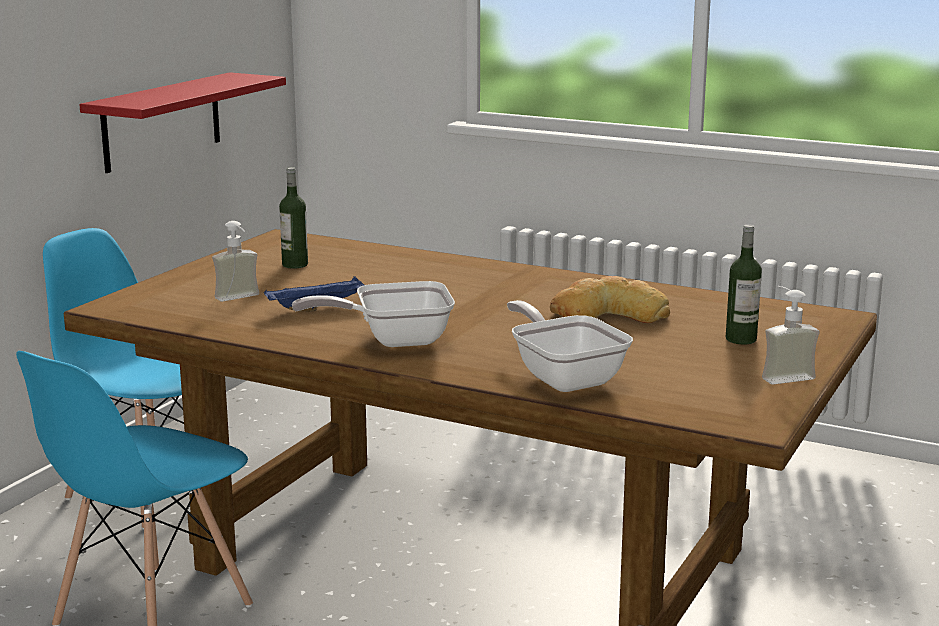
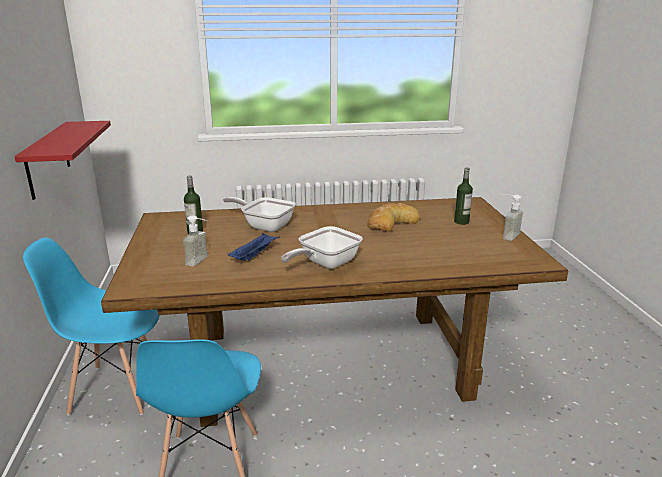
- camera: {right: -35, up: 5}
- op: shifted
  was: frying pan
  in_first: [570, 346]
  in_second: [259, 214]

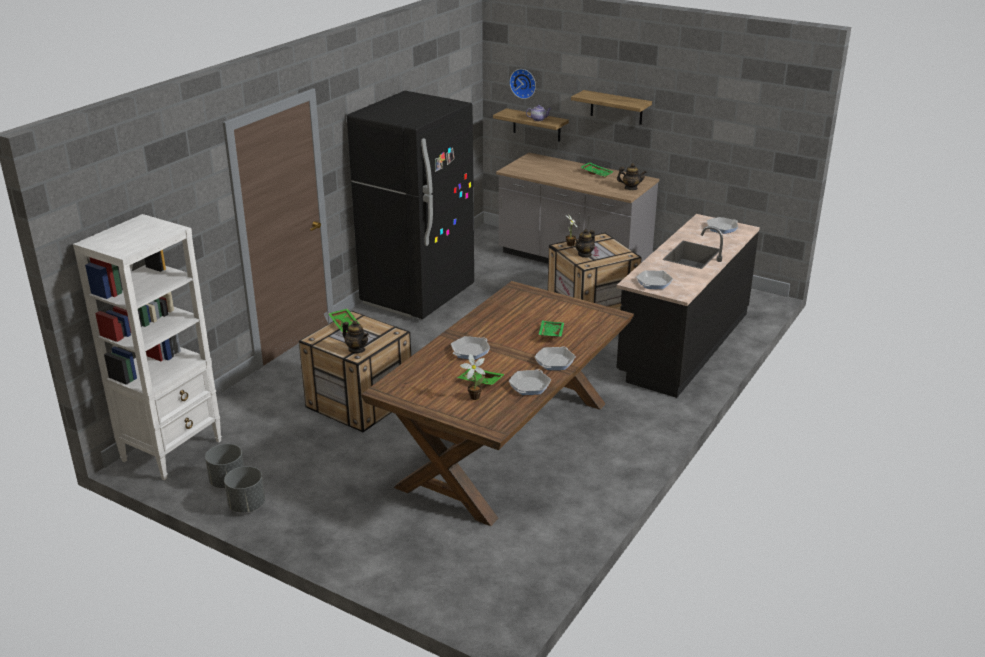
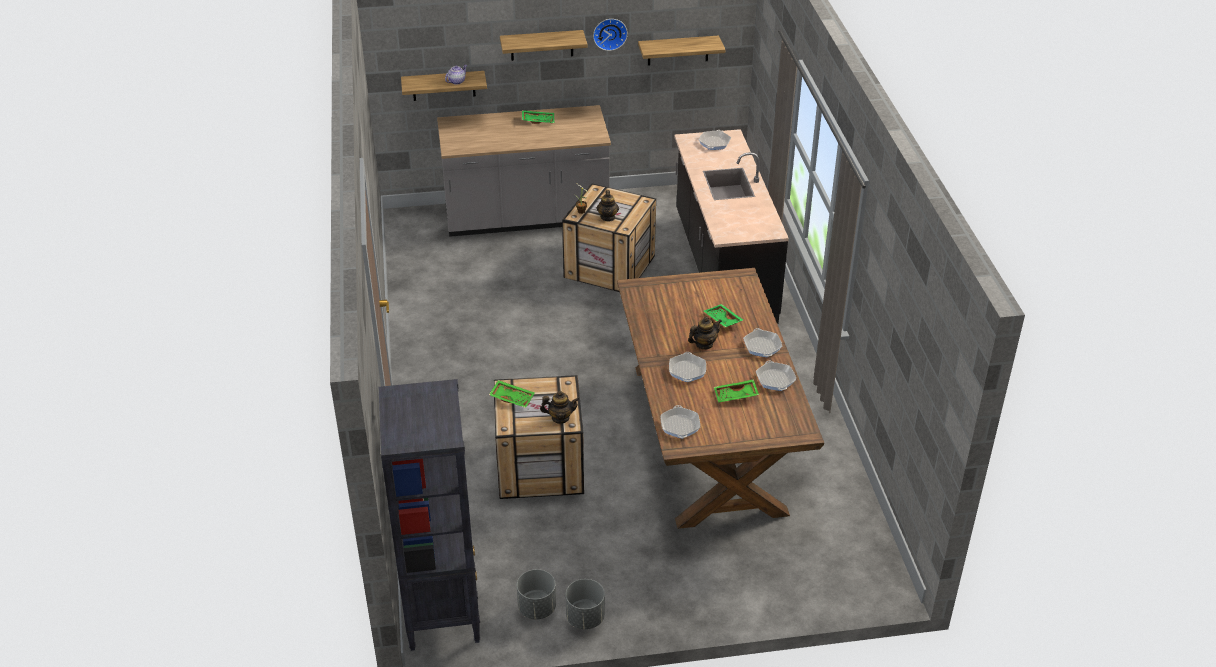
- camera: {right: -40, up: 10}
- op: gone
  was: black fridge
  in_first: [410, 205]
- op: gone
  was: potted plant
  in_first: [472, 377]
- op: new
  now: shelf
  in_second: [681, 50]
- op: shifted
  was: wall clock
  in_first: [523, 84]
  in_second: [610, 35]
- op: shifted
  was: teapot
  in_first: [632, 176]
  in_second: [705, 333]
- op: shifted
  was: frying pan
  in_first: [654, 279]
  in_second: [680, 422]
- op: repainted
  was: white bookcase
  now: black bookcase
  in_first: [147, 347]
  in_second: [429, 515]

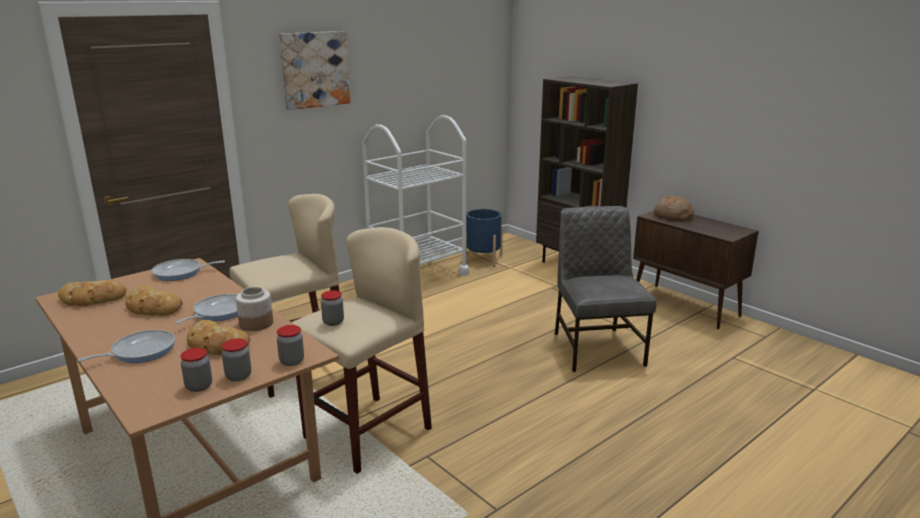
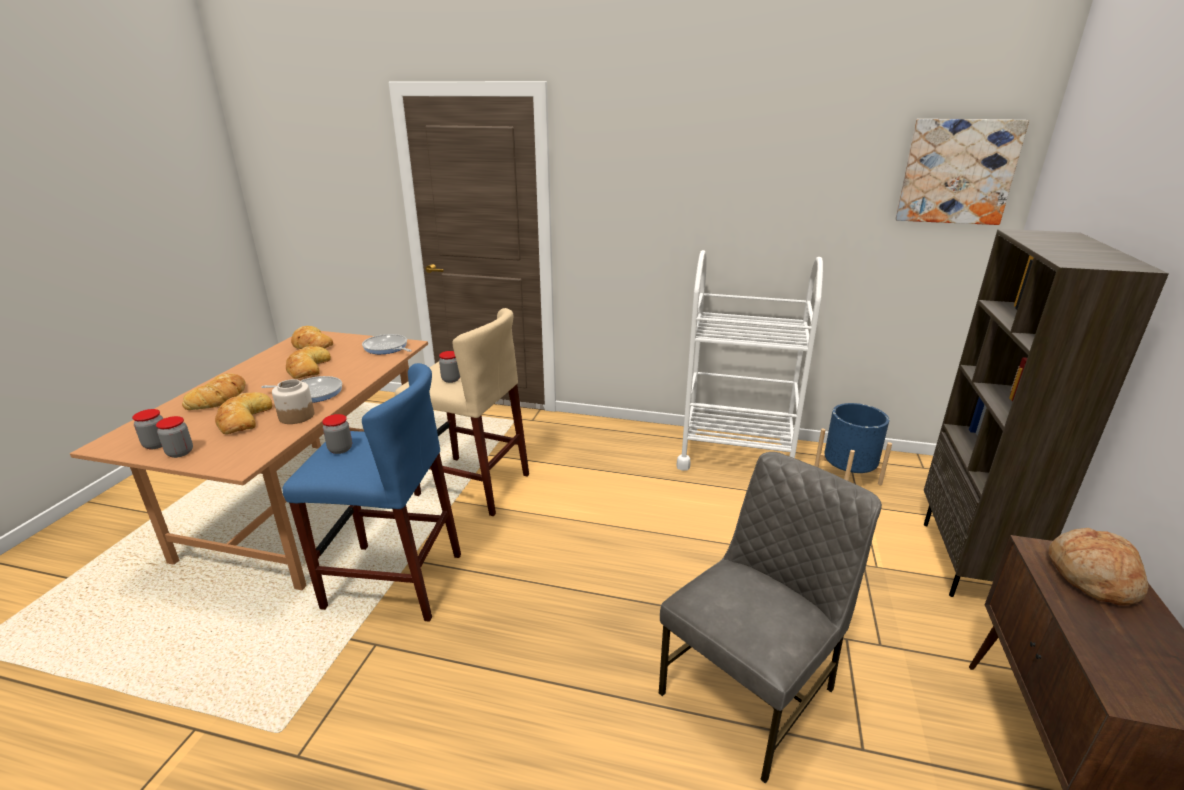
- camera: {right: 55, up: 5}
- op: shifted
  was: jar
  in_first: [290, 345]
  in_second: [449, 367]
- op: shifted
  was: picture
  in_first: [314, 70]
  in_second: [962, 172]
- op: swapped
  was: frying pan
  now: bread
  in_first: [126, 346]
  in_second: [214, 391]
- op: repainted
  was: beige stool
  now: blue stool
  in_first: [362, 350]
  in_second: [371, 492]

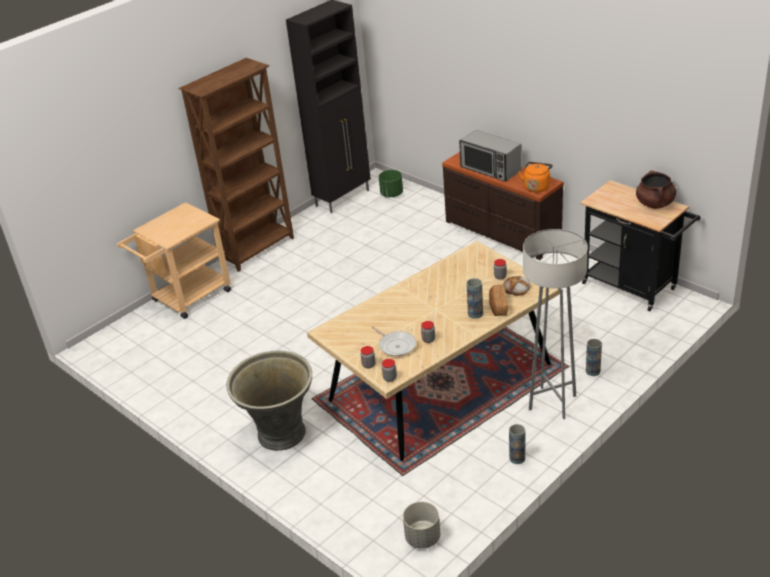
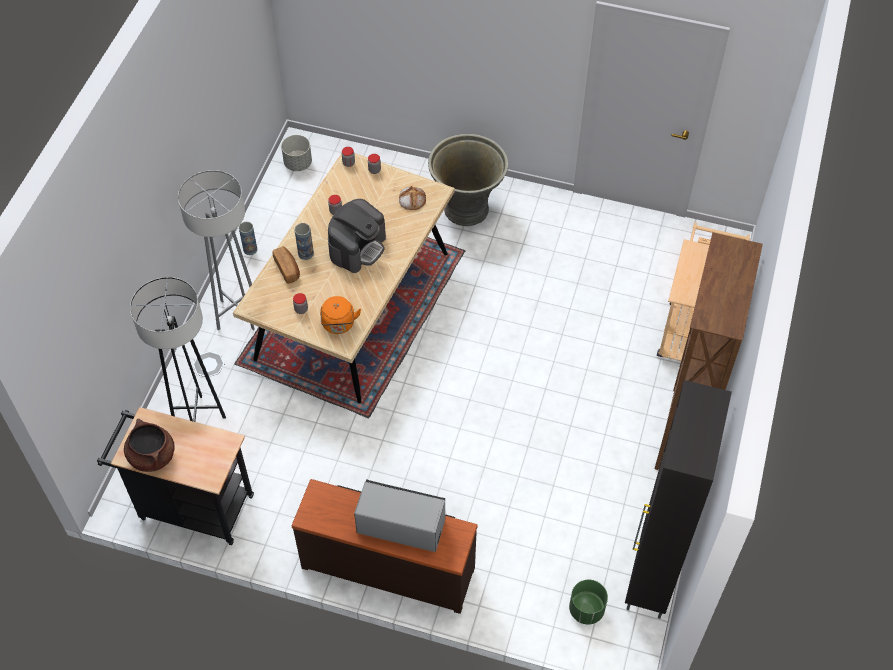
- camera: {right: 150, up: 20}
- op: gone
  was: frying pan
  in_first: [394, 341]
- op: new
  now: grey floor lamp
  in_second: [178, 349]
- op: new
  now: coffee machine
  in_second: [357, 236]
- op: shifted
  was: bread
  in_first: [517, 286]
  in_second: [412, 198]
- op: shifted
  was: orange kettle
  in_first: [535, 177]
  in_second: [340, 315]
- op: swapped
  was: vase
  now: plate
  in_first: [594, 357]
  in_second: [208, 364]

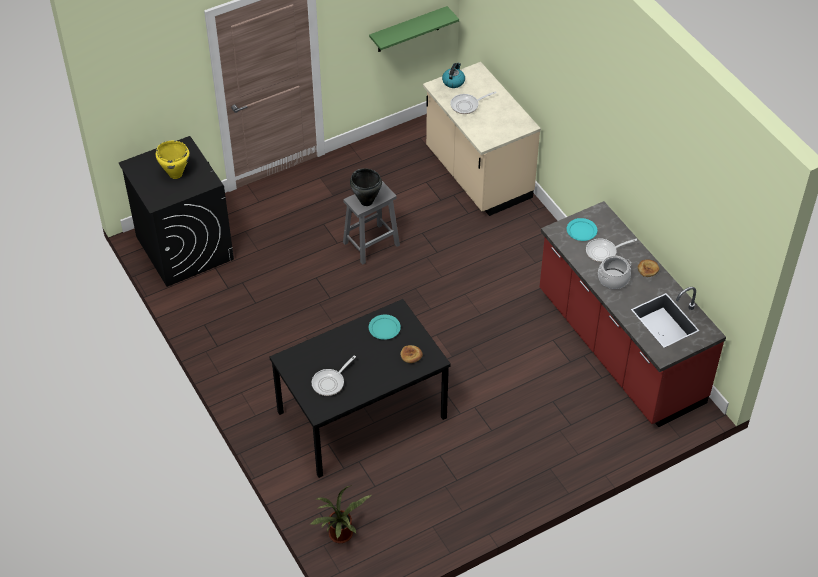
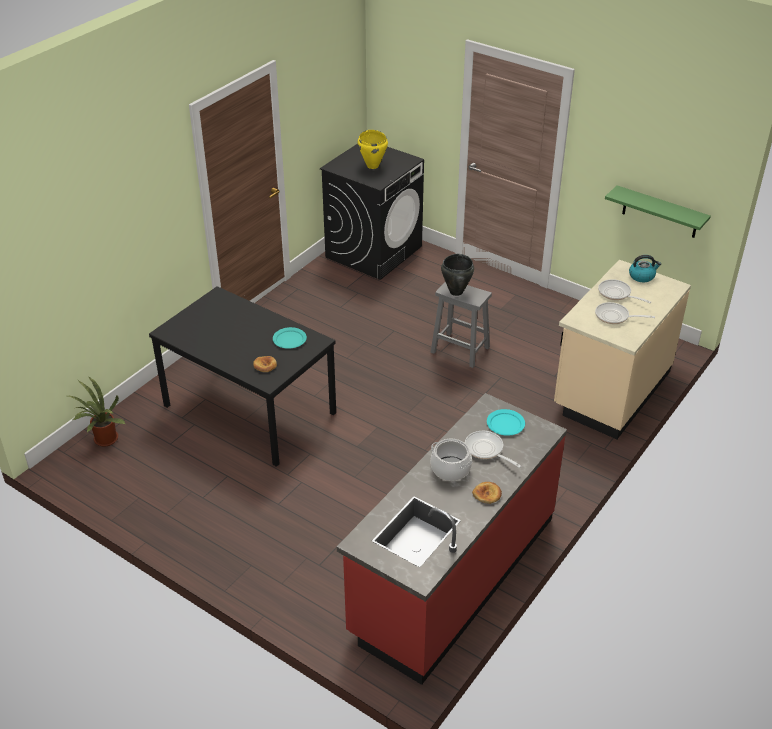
- camera: {right: 65, up: -10}
- op: shifted
  was: frying pan
  in_first: [334, 375]
  in_second: [625, 313]

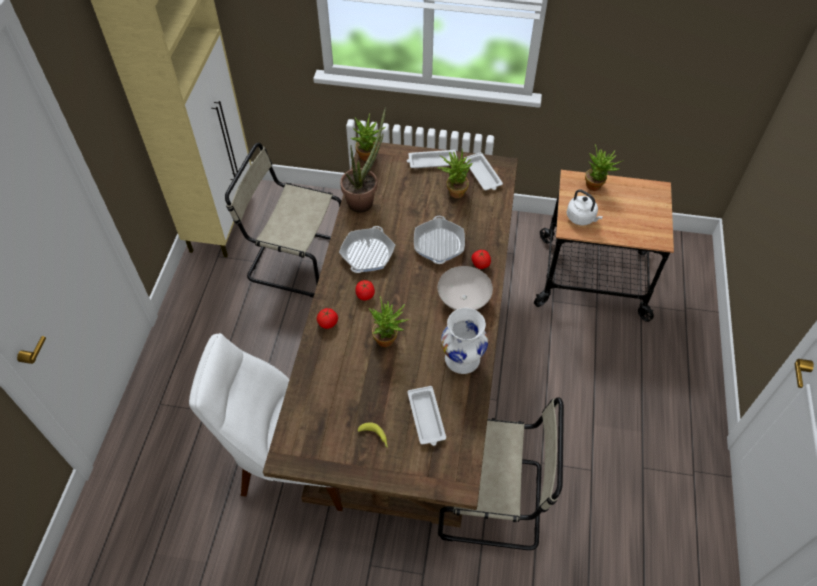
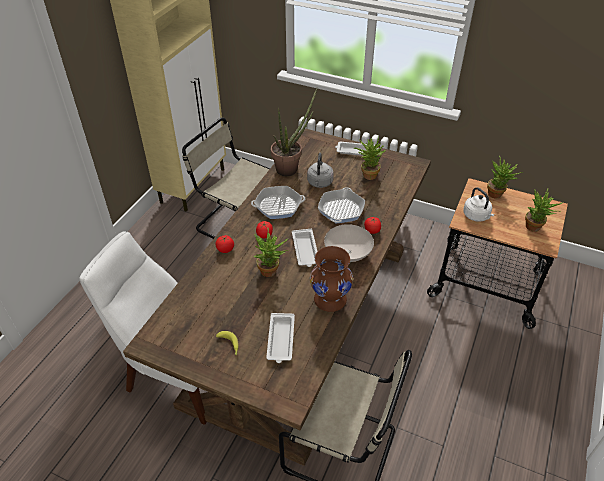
- camera: {right: 15, up: -10}
- op: new
  now: grey kettle
  in_second: [320, 170]
- op: shifted
  was: potted plant
  in_first: [368, 137]
  in_second: [544, 210]
- op: shifted
  was: white tray
  in_first: [483, 171]
  in_second: [305, 248]
- op: repainted
  was: white vase
  now: brown vase
  in_first: [464, 341]
  in_second: [331, 279]
- op: rotated
  was: frying pan
  in_first: [367, 249]
  in_second: [278, 202]
  clockwise: 45

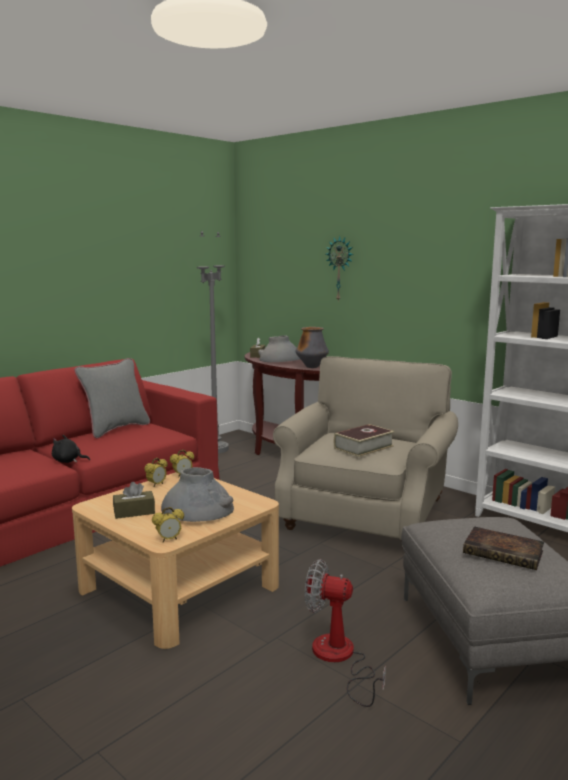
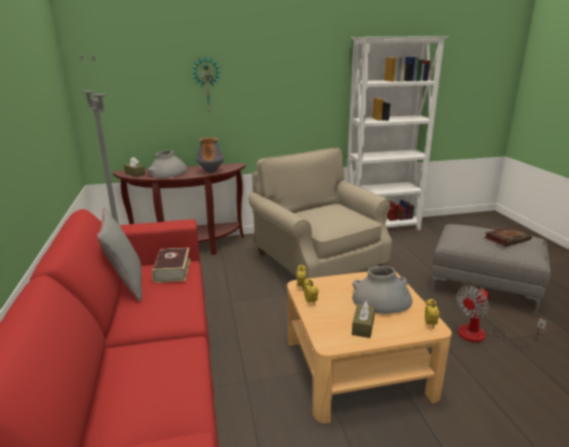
- camera: {right: -55, up: 10}
- op: gone
  was: black plush toy
  in_first: [71, 449]
- op: shifted
  was: book
  in_first: [364, 440]
  in_second: [171, 265]

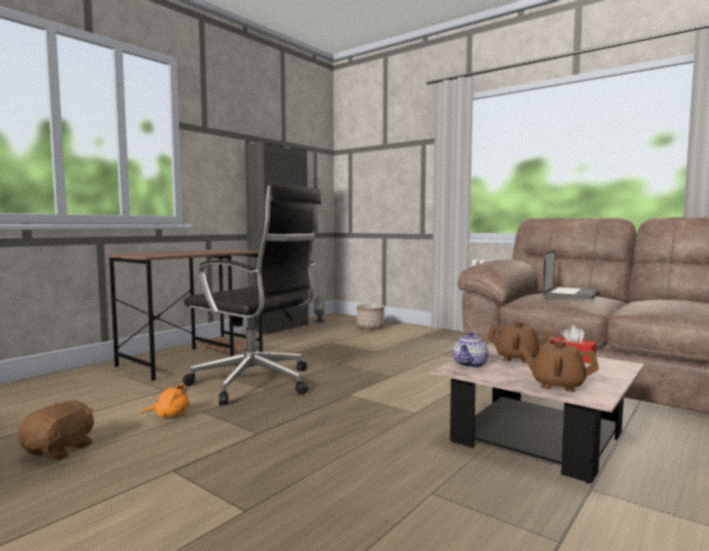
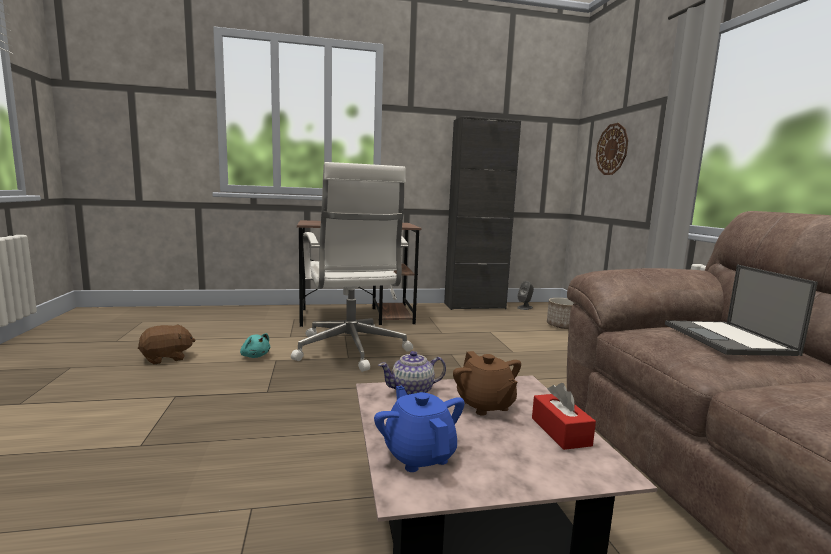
- camera: {right: 40, up: 5}
- op: new
  now: wall clock
  in_second: [612, 149]
- op: repainted
  was: orange plush toy
  now: turquoise plush toy
  in_first: [166, 400]
  in_second: [255, 345]
- op: repainted
  was: black office chair
  now: white office chair
  in_first: [252, 294]
  in_second: [352, 267]
- op: repainted
  was: brown teapot
  now: blue teapot
  in_first: [560, 366]
  in_second: [419, 429]
- op: rotated
  was: laptop
  in_first: [571, 274]
  in_second: [741, 310]
  clockwise: 105

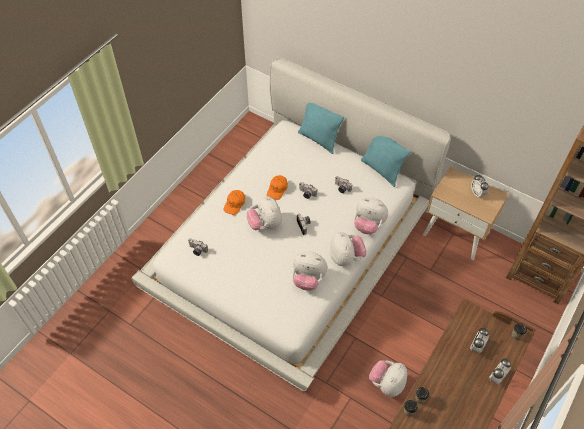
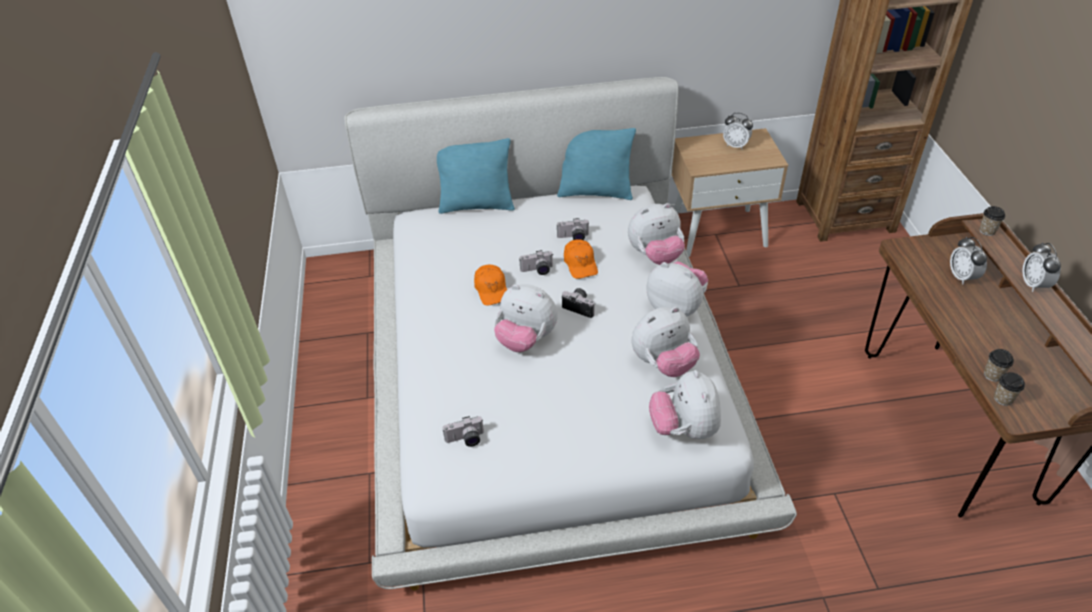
- camera: {right: -40, up: -10}
- op: shifted
  was: orange cap
  in_first: [234, 202]
  in_second: [581, 259]
- op: shifted
  was: plush toy
  in_first: [388, 378]
  in_second: [685, 404]

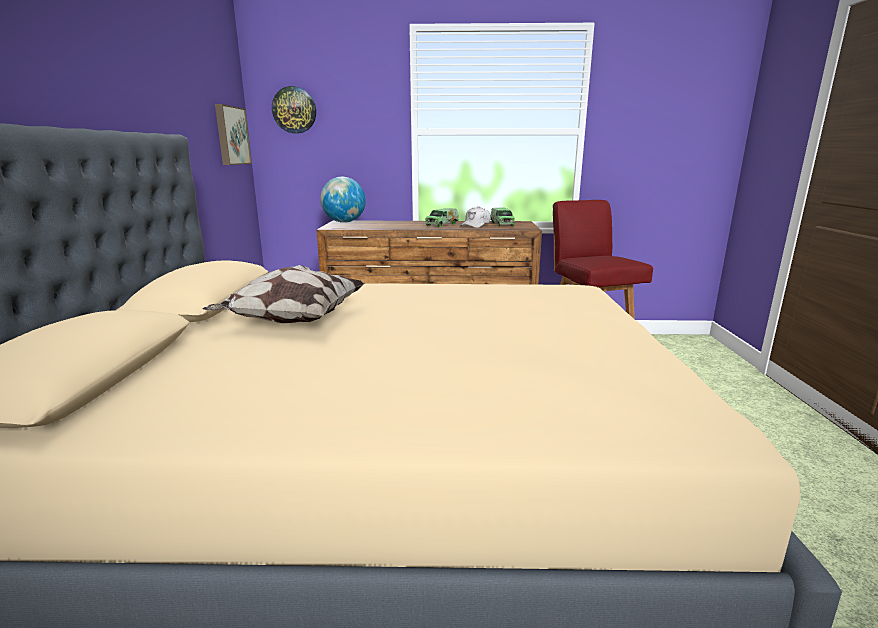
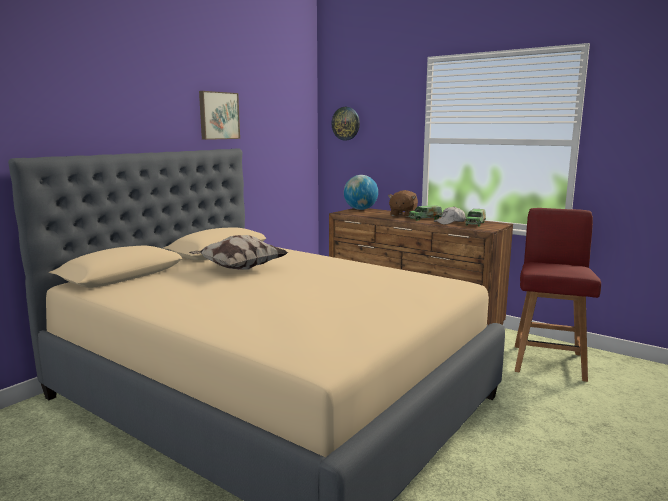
- camera: {right: 35, up: -5}
- op: new
  now: brown plush toy
  in_second: [403, 203]
- op: shifted
  was: picture
  in_first: [233, 134]
  in_second: [219, 115]

